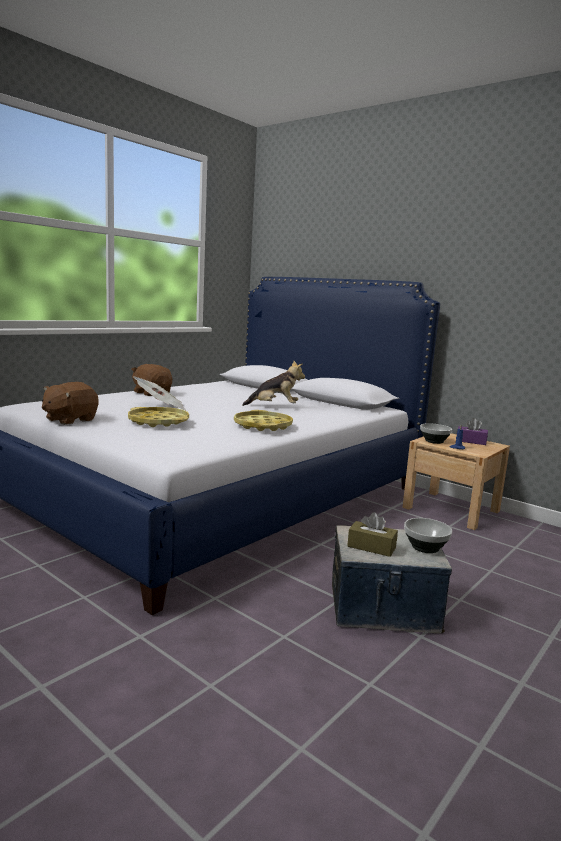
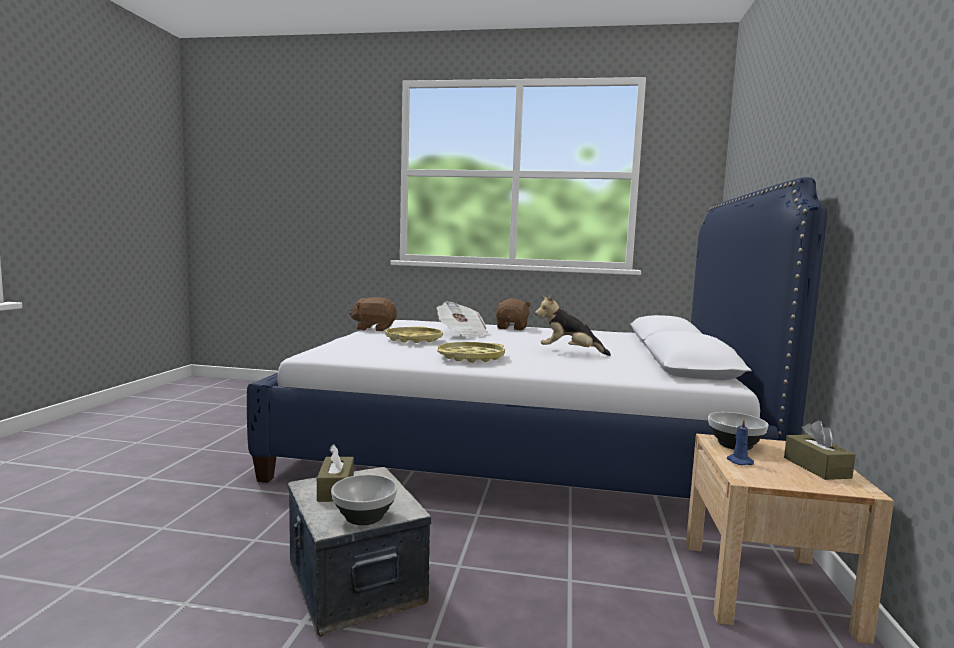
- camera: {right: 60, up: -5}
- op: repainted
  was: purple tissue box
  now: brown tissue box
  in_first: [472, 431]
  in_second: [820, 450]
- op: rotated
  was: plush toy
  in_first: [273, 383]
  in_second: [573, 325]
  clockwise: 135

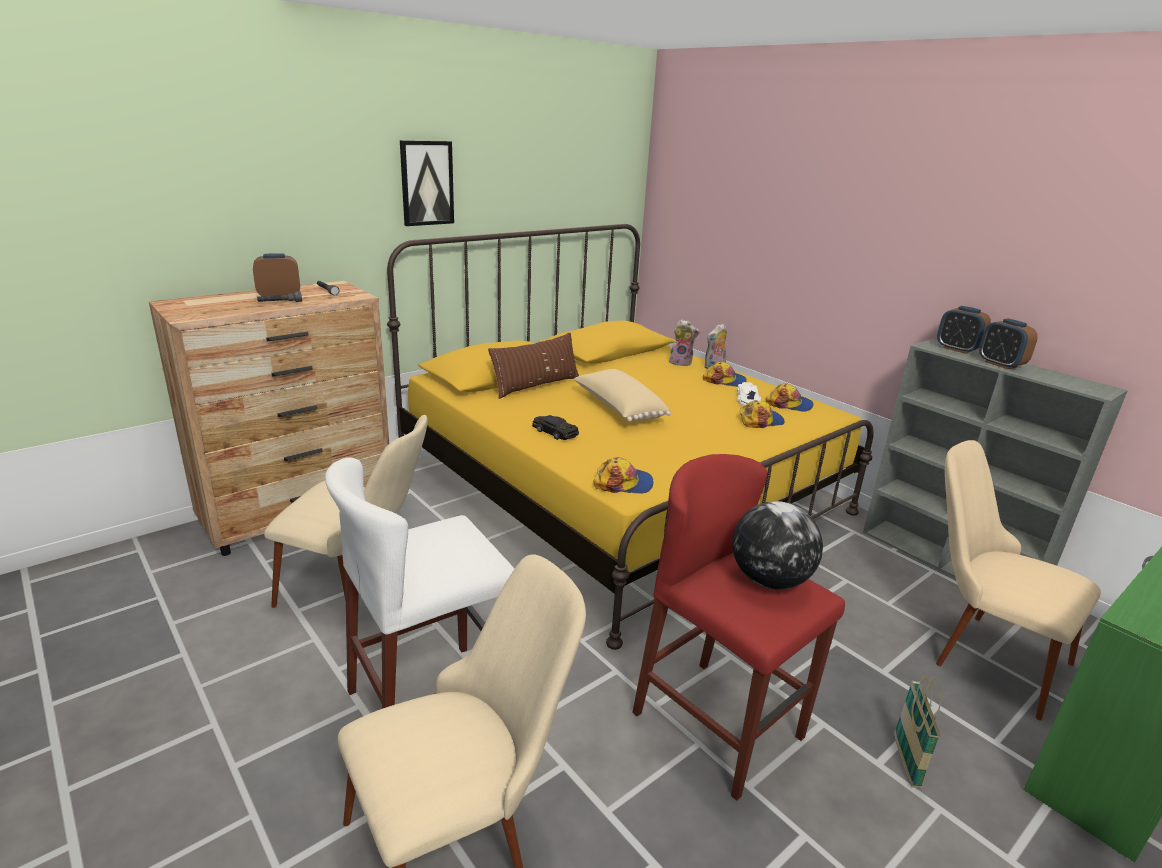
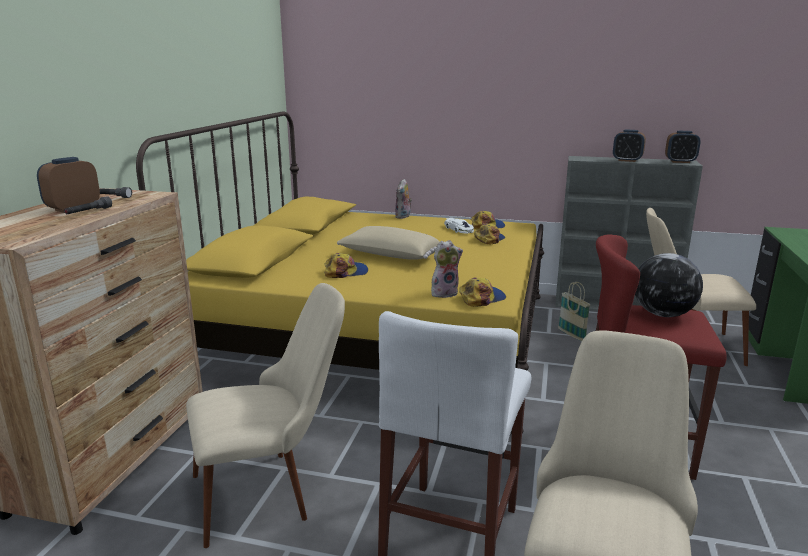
- camera: {right: -35, up: -5}
- op: gone
  was: picture
  in_first: [427, 183]
- op: gone
  was: brown pillow
  in_first: [533, 365]
- op: gone
  was: black toy car
  in_first: [555, 427]
- op: shifted
  was: plush toy
  in_first: [684, 342]
  in_second: [447, 269]
- op: shifted
  was: cap
  in_first: [725, 374]
  in_second: [346, 265]
- op: shifted
  was: basket
  in_first: [917, 732]
  in_second: [574, 311]
- op: shifted
  was: alarm clock
  in_first: [964, 330]
  in_second: [683, 147]

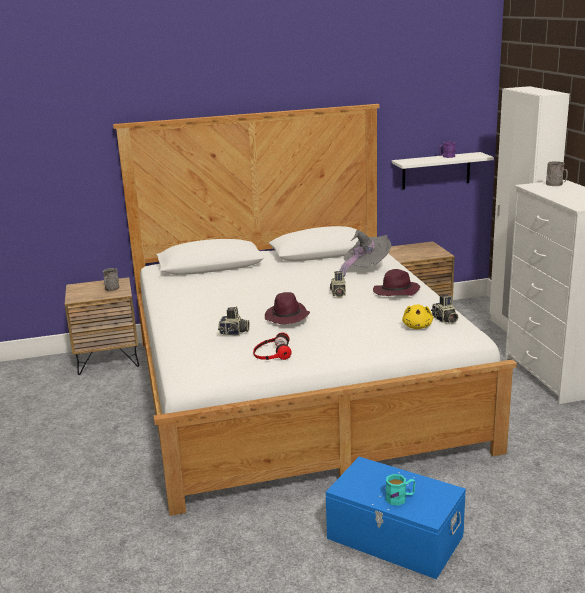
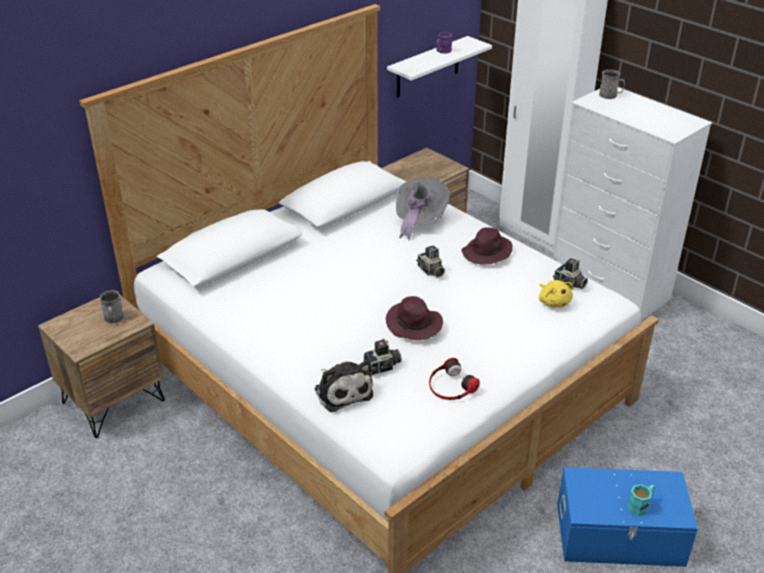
- camera: {right: -30, up: 15}
- op: new
  now: plush toy
  in_second: [344, 386]

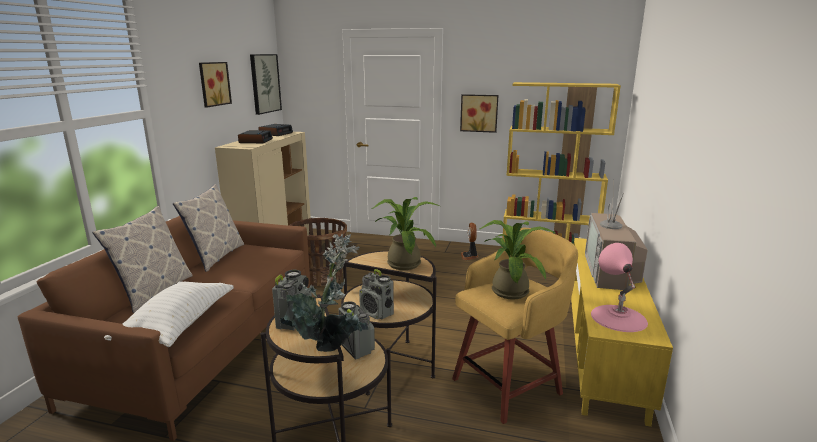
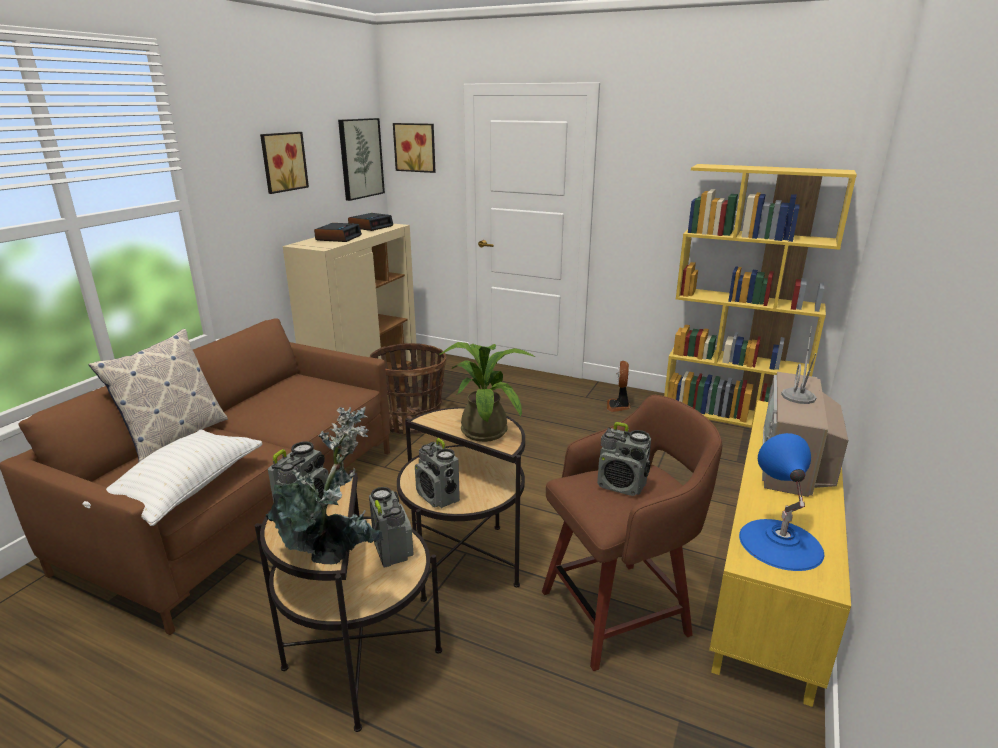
- camera: {right: 10, up: 5}
- op: gone
  was: pillow
  in_first: [208, 228]
- op: shifted
  was: picture
  in_first: [479, 113]
  in_second: [414, 148]
- op: swapped
  was: potted plant
  now: radio
  in_first: [518, 260]
  in_second: [624, 459]
- op: repainted
  was: yellow stool
  now: brown stool
  in_first: [515, 326]
  in_second: [632, 533]
- op: repainted
  was: pink table lamp
  now: blue table lamp
  in_first: [619, 287]
  in_second: [781, 502]

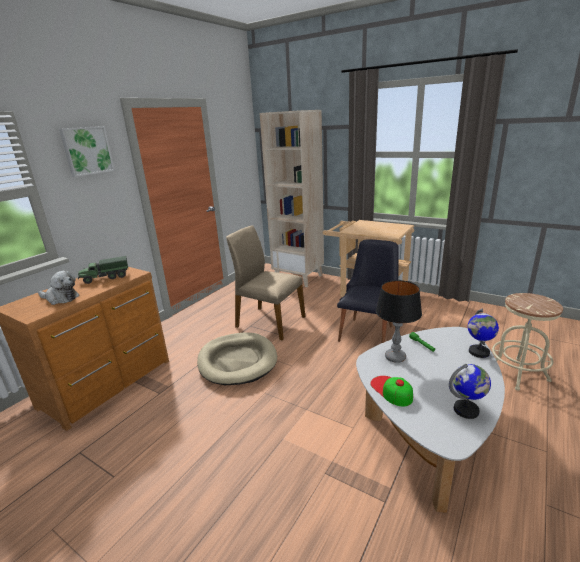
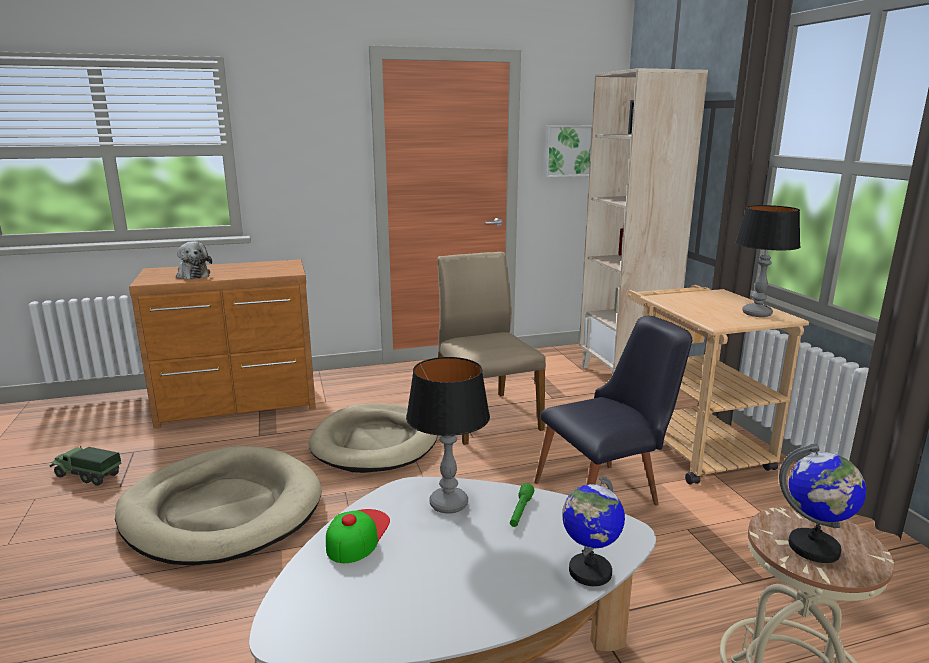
- camera: {right: 40, up: -5}
- op: new
  now: beige dog bed
  in_second: [218, 505]
- op: new
  now: table lamp
  in_second: [768, 261]
- op: shifted
  was: picture
  in_first: [87, 151]
  in_second: [568, 151]
- op: shifted
  was: toy truck
  in_first: [103, 270]
  in_second: [85, 466]
- op: shifted
  was: globe
  in_first: [470, 391]
  in_second: [822, 503]

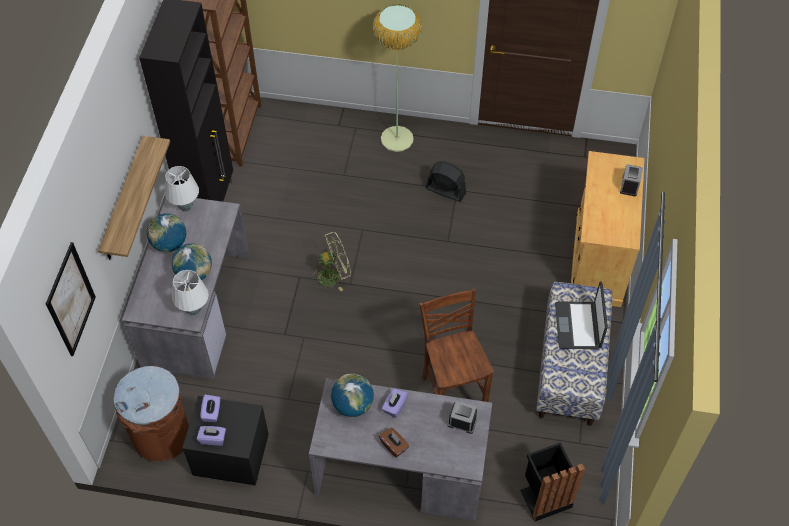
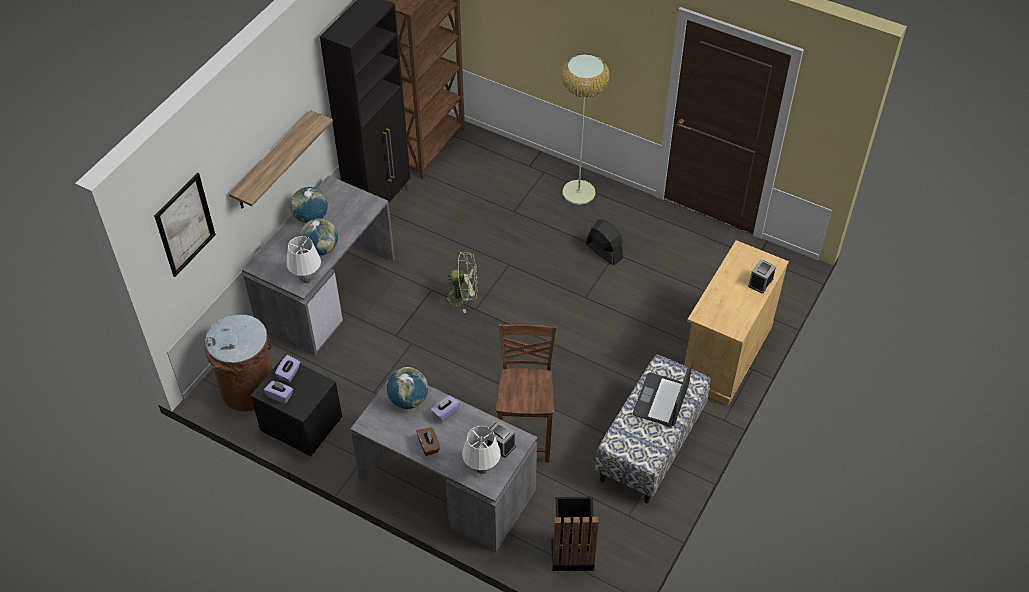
- camera: {right: 20, up: -5}
- op: shifted
  was: white table lamp
  in_first: [182, 188]
  in_second: [481, 450]

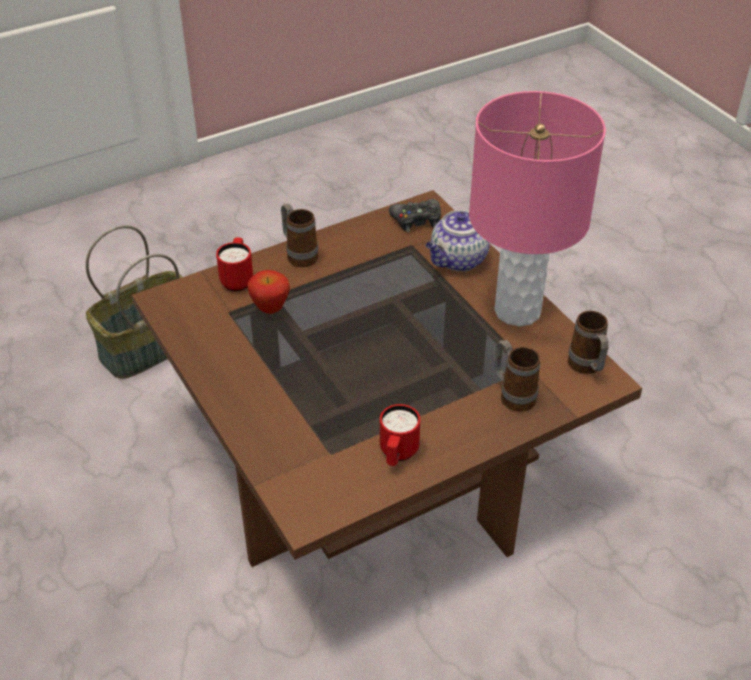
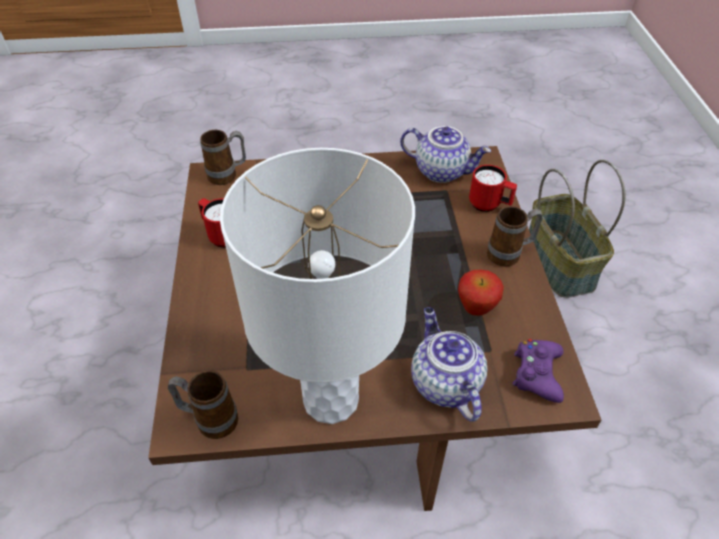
- camera: {right: 115, up: 5}
- op: new
  now: teapot
  in_second: [445, 154]
- op: shifted
  was: apple
  in_first: [268, 292]
  in_second: [481, 293]
- op: shifted
  was: mug
  in_first: [517, 376]
  in_second: [223, 157]
- op: repainted
  was: black game controller
  now: purple game controller
  in_first: [415, 215]
  in_second: [538, 371]
- op: repainted
  was: pink table lamp
  now: white table lamp
  in_first: [537, 208]
  in_second: [317, 286]

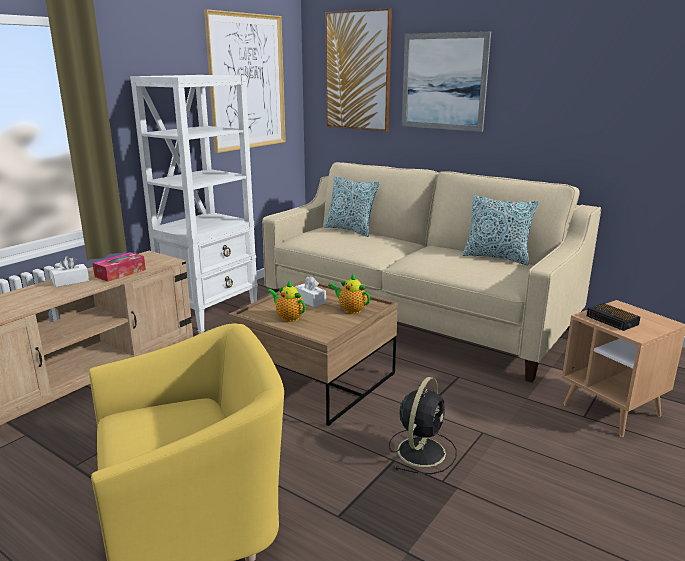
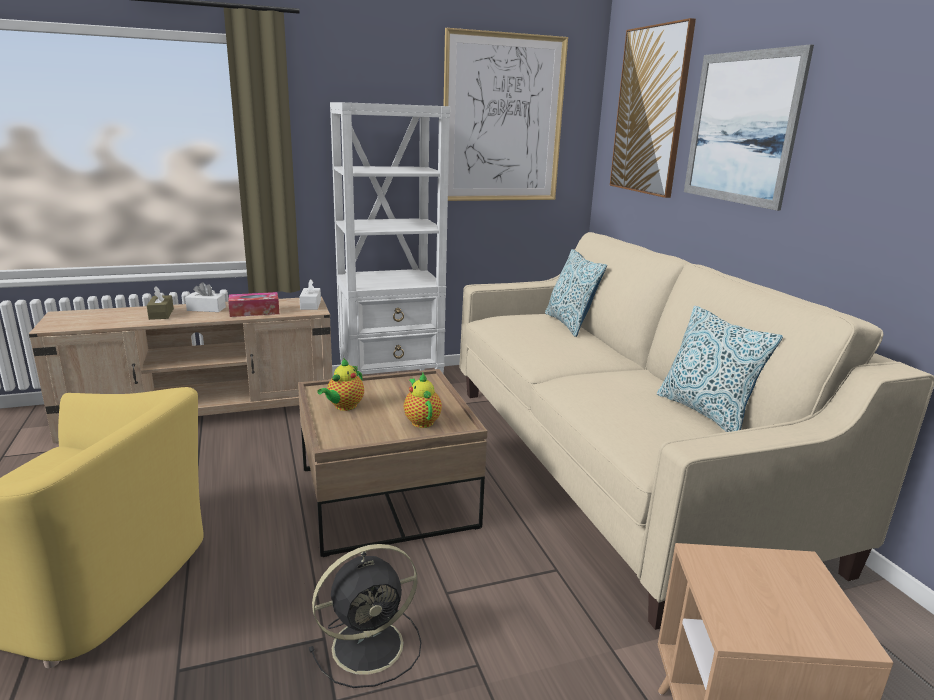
- camera: {right: 35, up: 0}
- op: gone
  was: alarm clock
  in_first: [613, 317]
- op: new
  now: brown tissue box
  in_second: [160, 303]
- op: shifted
  was: white tissue box
  in_first: [310, 291]
  in_second: [310, 294]
- op: rotated
  was: teapot
  in_first: [286, 301]
  in_second: [340, 384]
  clockwise: -135

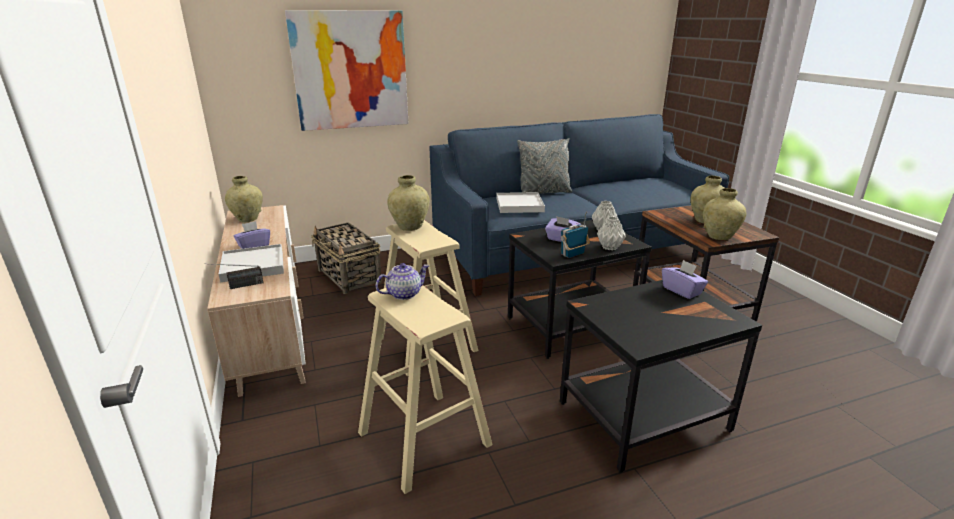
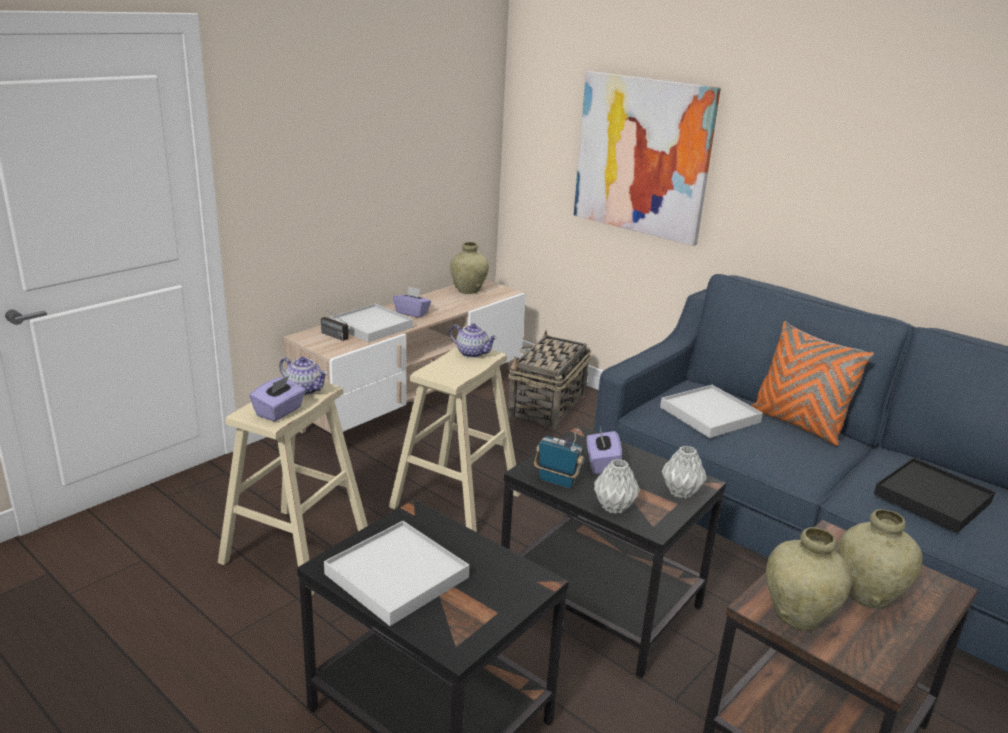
- camera: {right: 60, up: 0}
- op: new
  now: white tray
  in_second: [396, 573]
- op: new
  now: black tray
  in_second: [934, 495]
- op: shifted
  was: purple tissue box
  in_first: [685, 279]
  in_second: [277, 399]
- op: swapped
  was: beige vase
  now: teapot
  in_first: [408, 203]
  in_second: [473, 340]
- op: repainted
  was: grey pillow
  now: orange pillow
  in_first: [545, 166]
  in_second: [812, 383]

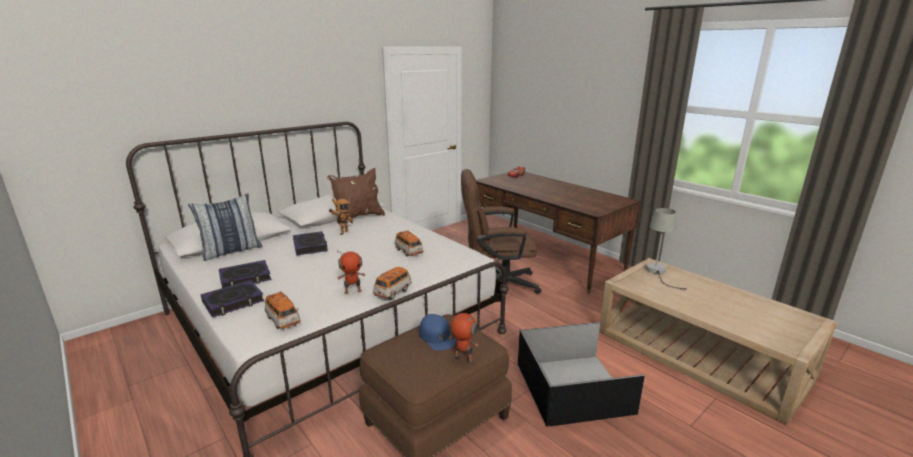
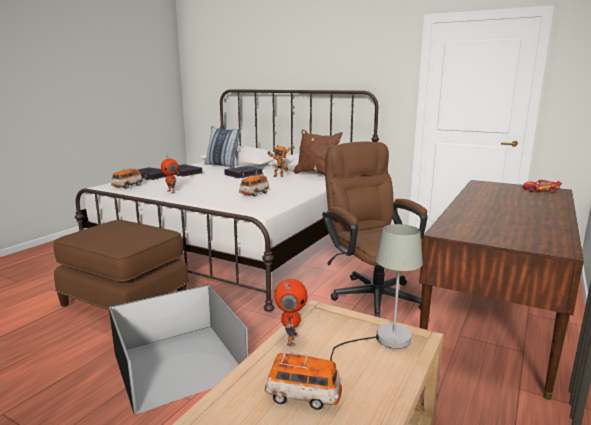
- camera: {right: 70, up: -5}
- op: gone
  was: blue cap
  in_first: [437, 332]
- op: shifted
  was: toy car
  in_first: [392, 283]
  in_second: [303, 381]
- op: shifted
  was: toy robot
  in_first: [463, 337]
  in_second: [291, 313]

